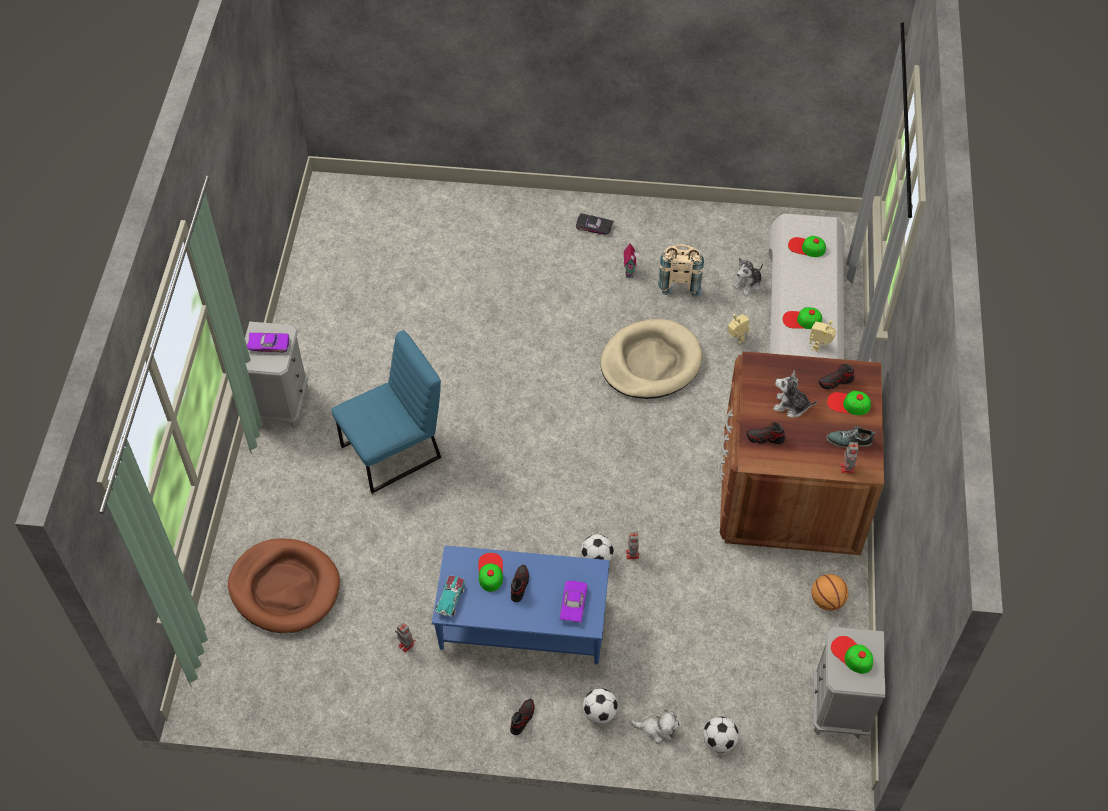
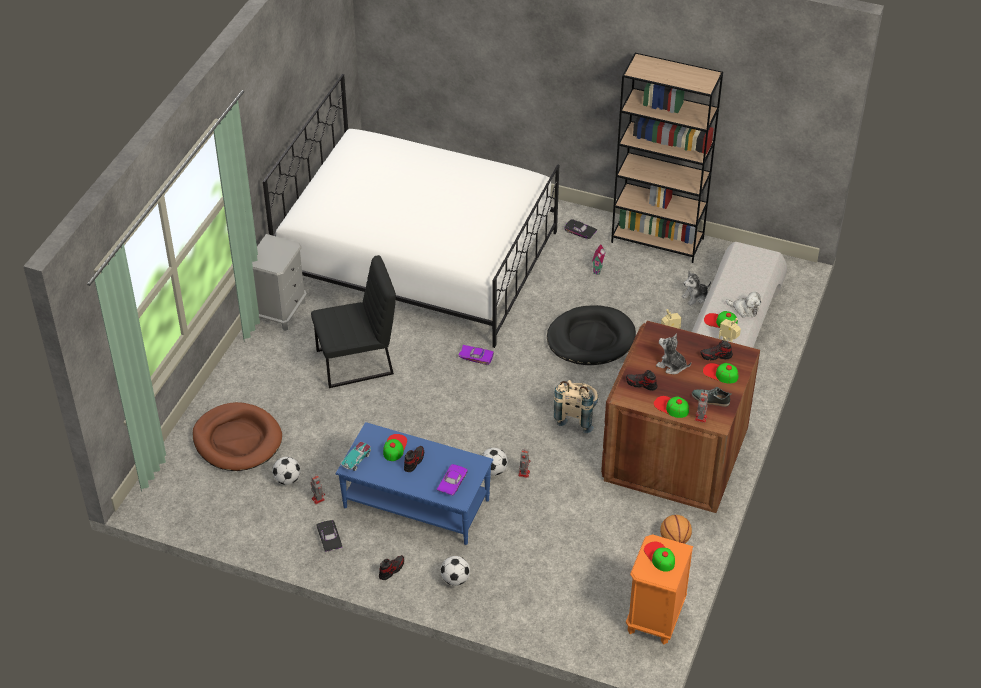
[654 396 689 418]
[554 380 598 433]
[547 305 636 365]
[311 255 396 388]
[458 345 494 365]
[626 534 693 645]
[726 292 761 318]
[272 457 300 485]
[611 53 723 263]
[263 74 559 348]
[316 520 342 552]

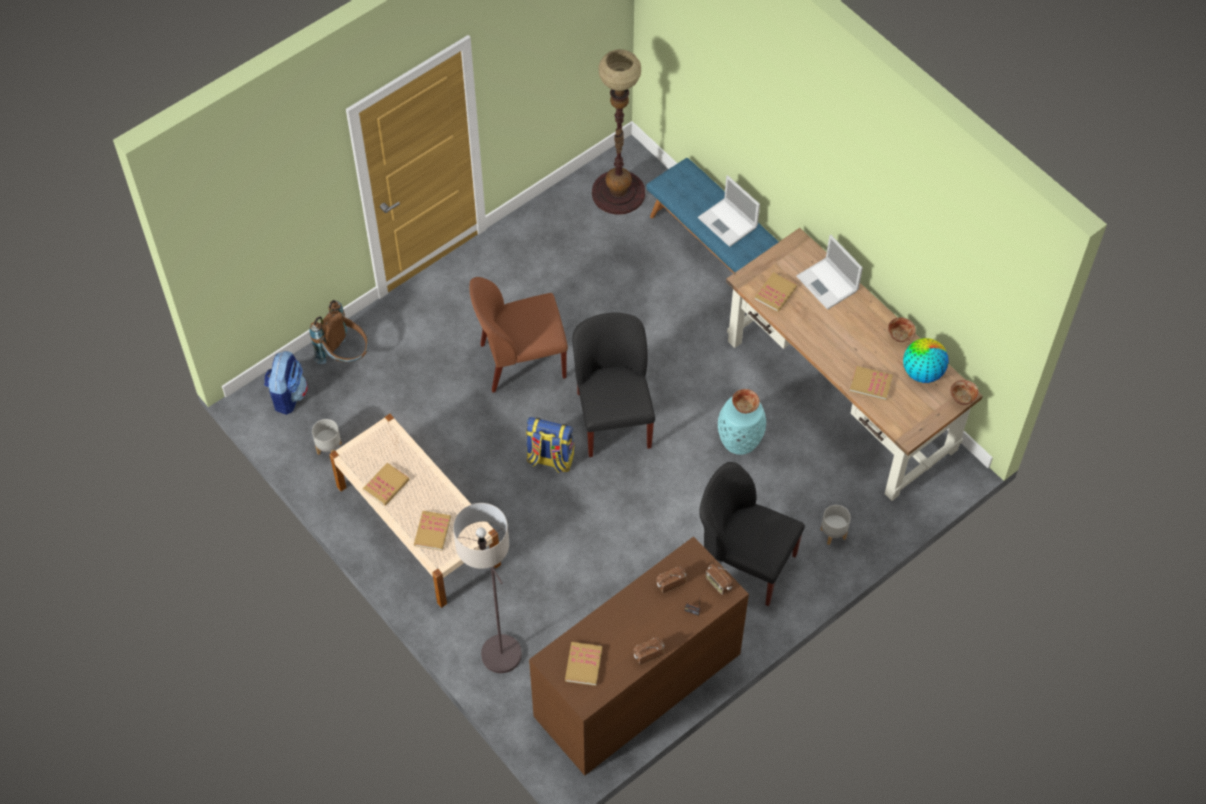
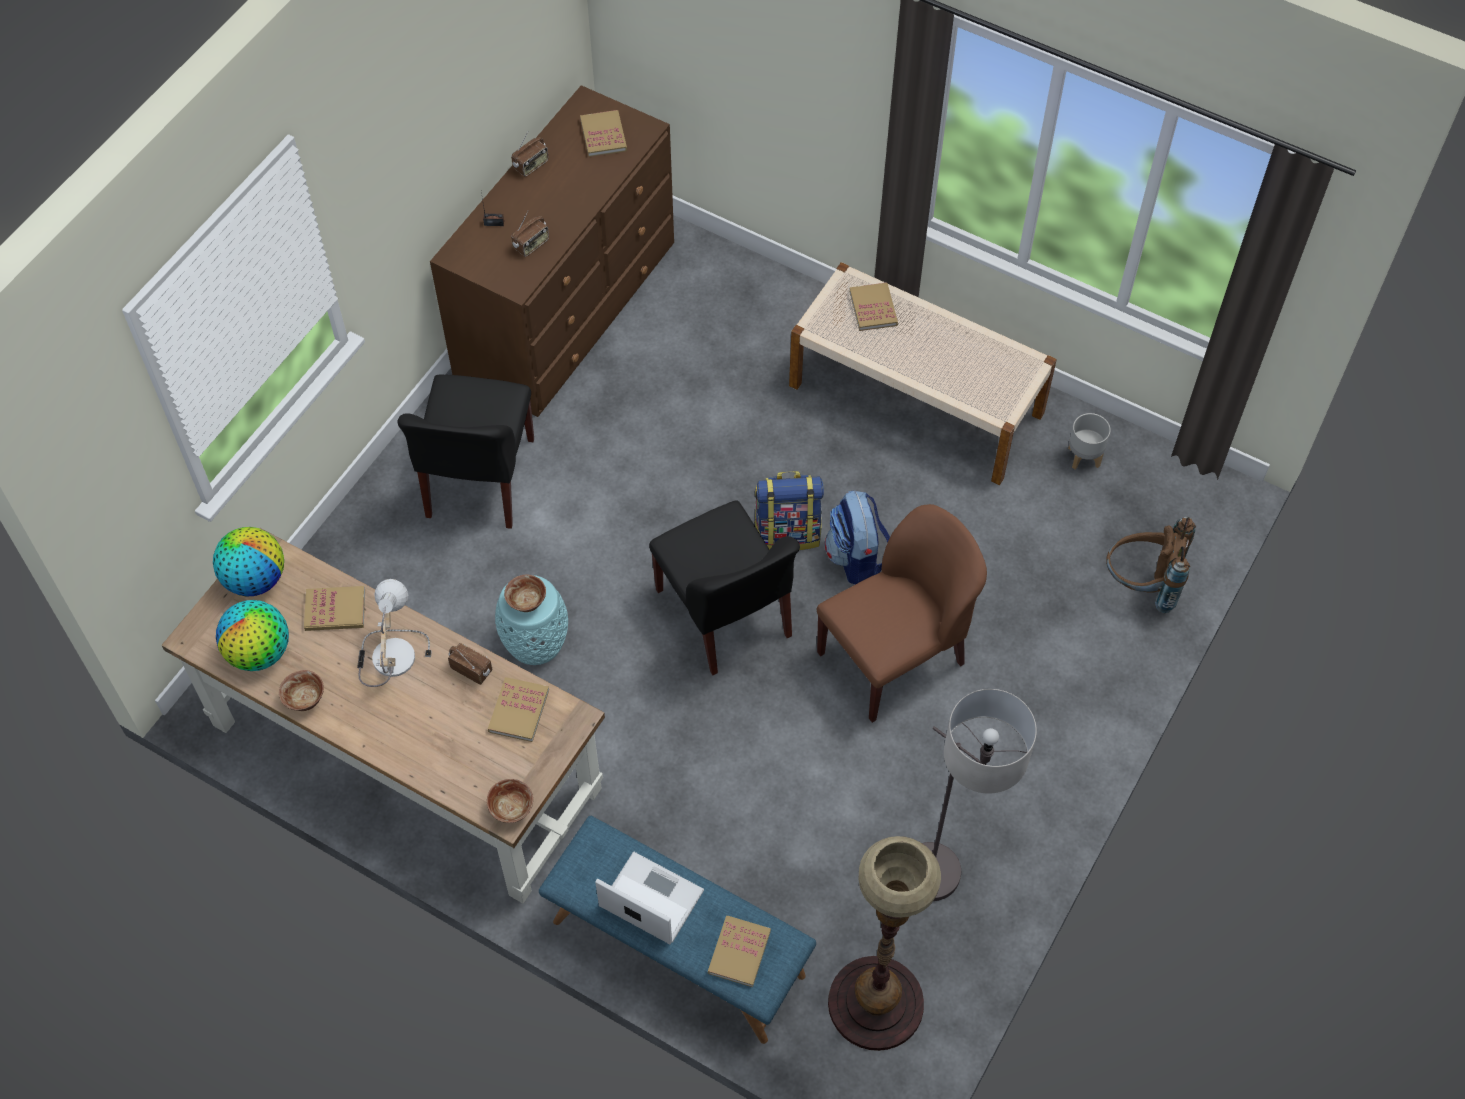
[796 235 863 310] (first image)
[825 490 890 585]
[487 779 533 823]
[398 374 534 529]
[708 915 771 987]
[922 689 1037 901]
[821 505 851 545] (first image)
[448 643 492 685]
[213 527 284 597]
[357 579 432 687]

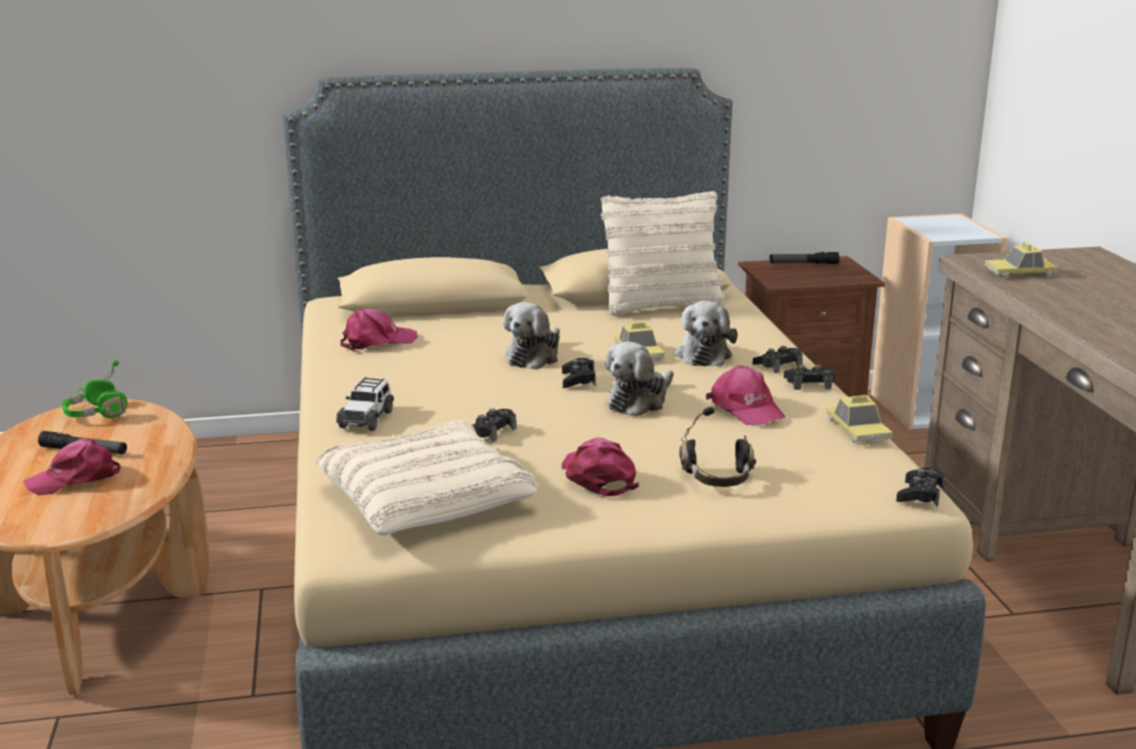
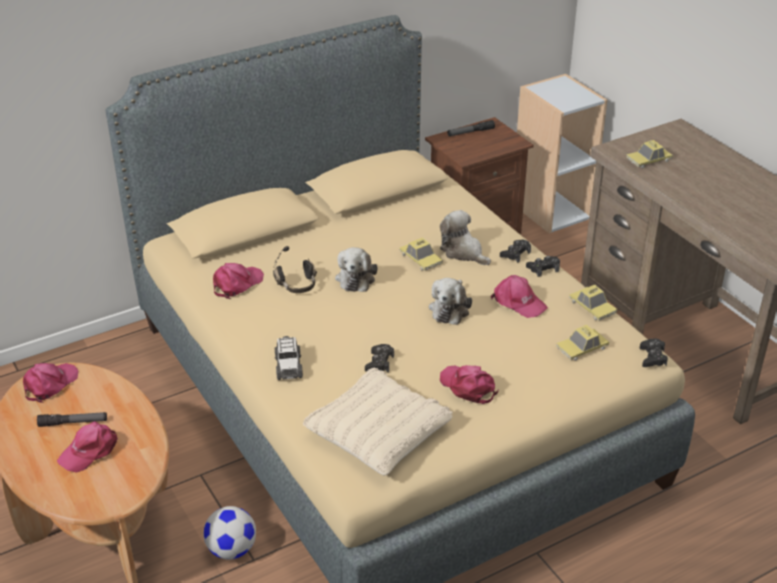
[600 191 725 316] (first image)
[440 210 491 265]
[562 358 596 388] (first image)
[23 363 79 403]
[273 246 317 293]
[556 325 609 361]
[204 506 256 560]

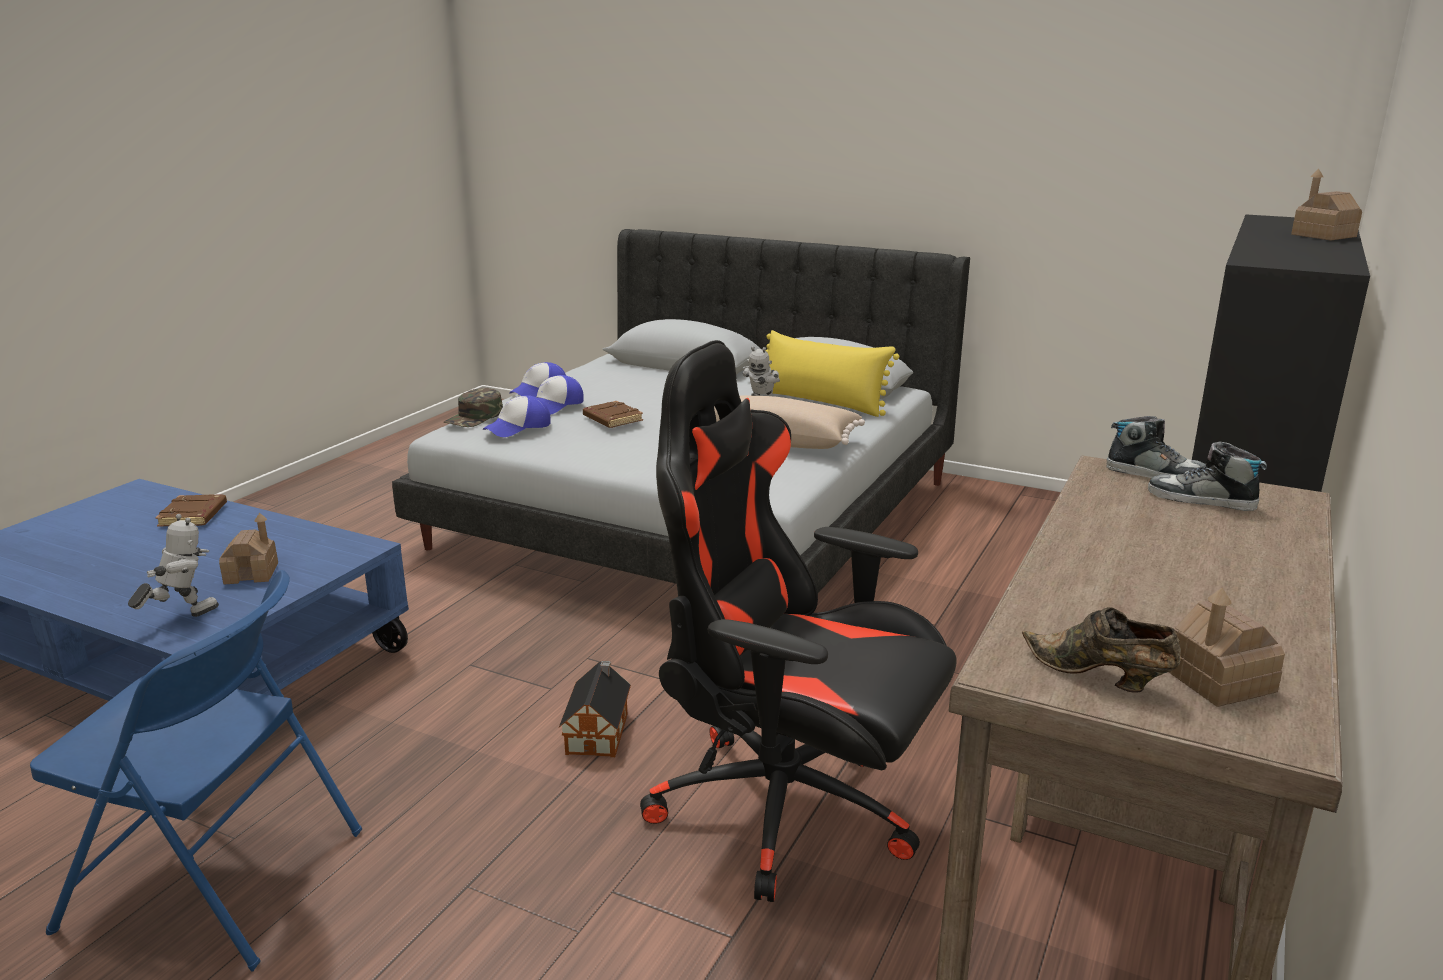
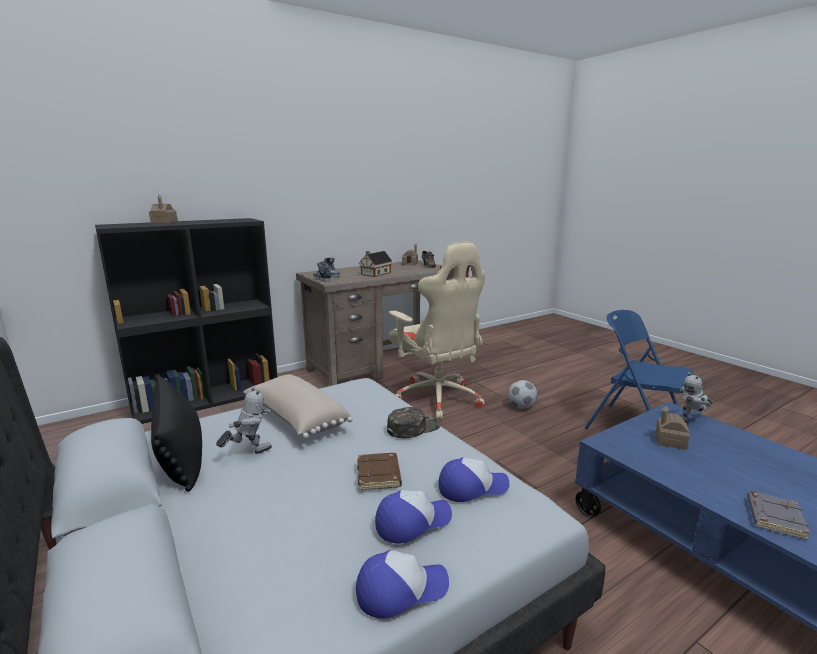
[151 376 202 492]
[389 241 485 420]
[387 407 441 438]
[747 491 810 540]
[359 251 392 277]
[508 380 537 409]

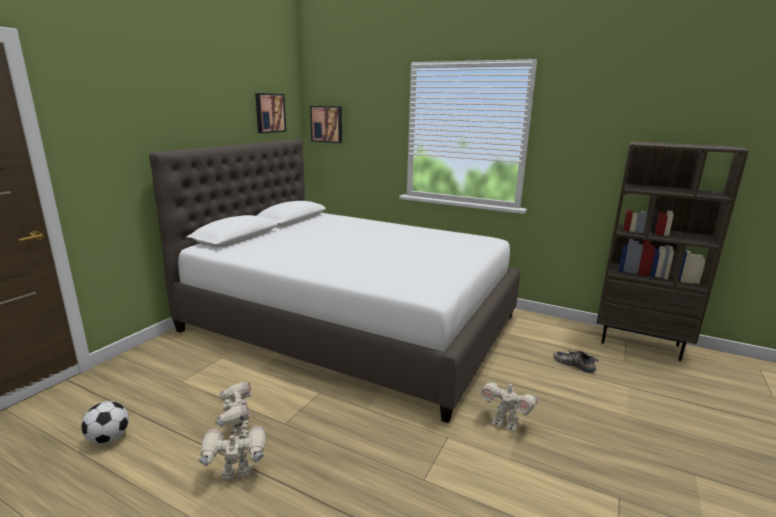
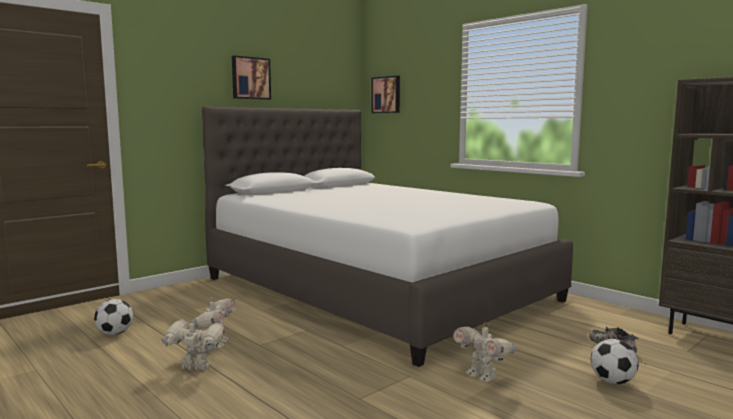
[232 56 271 100]
[591 339 639 384]

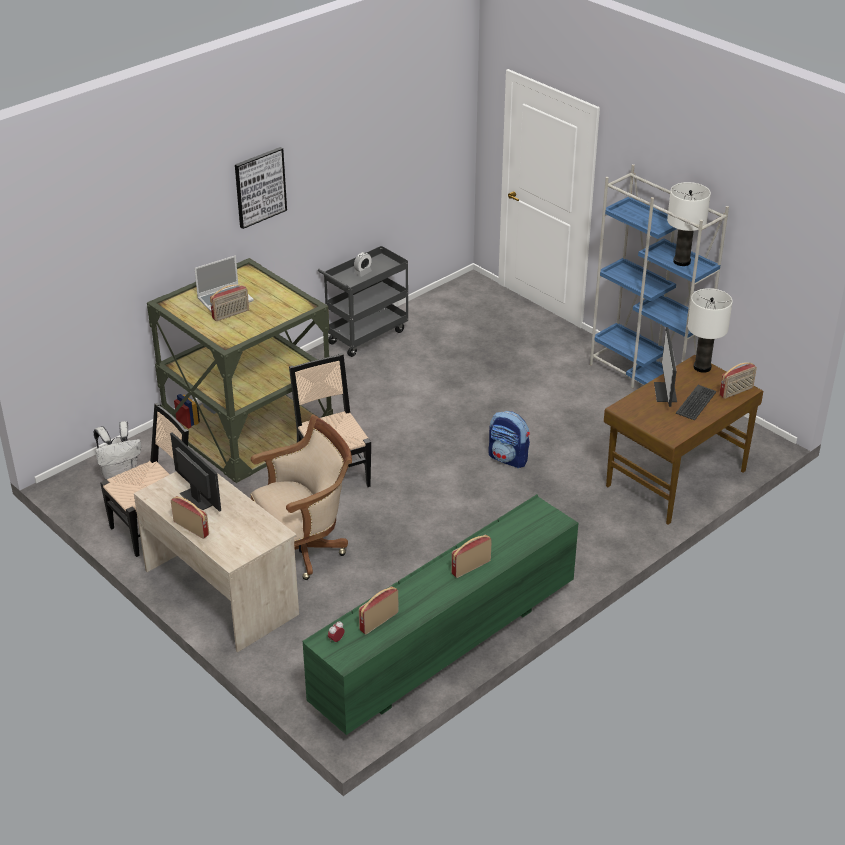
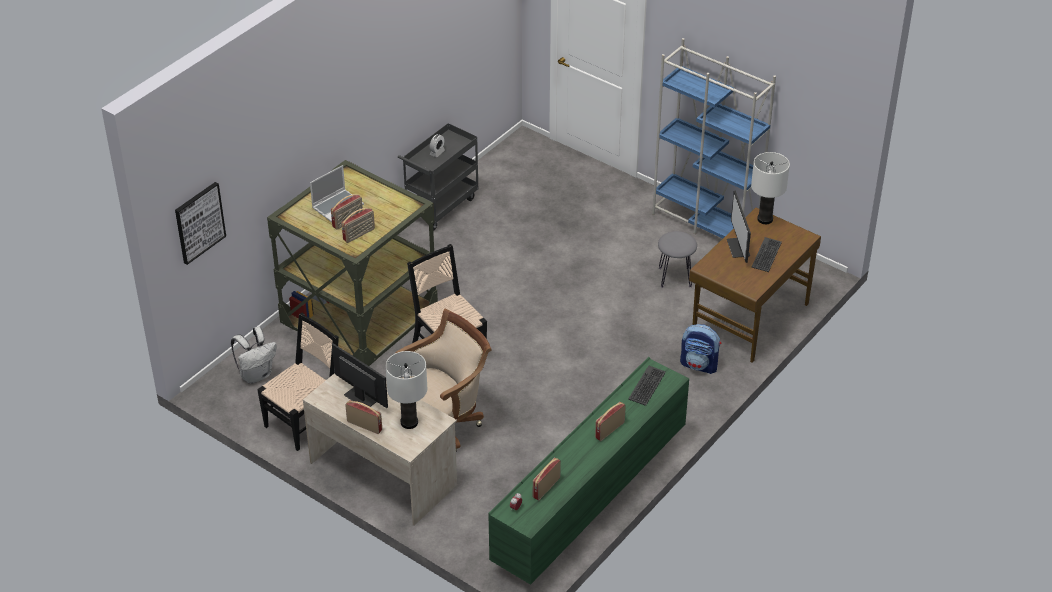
[175 182 226 265]
[386 351 427 429]
[342 208 375 243]
[680 324 721 374]
[658 231 697 288]
[628 365 666 406]

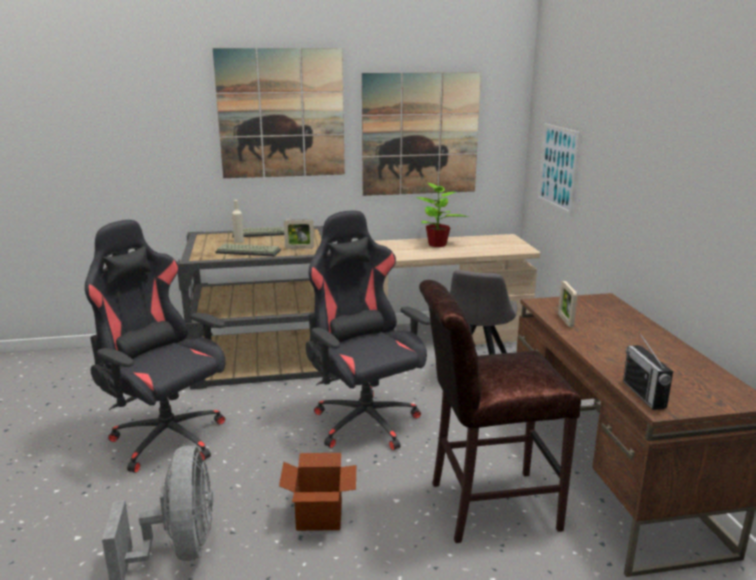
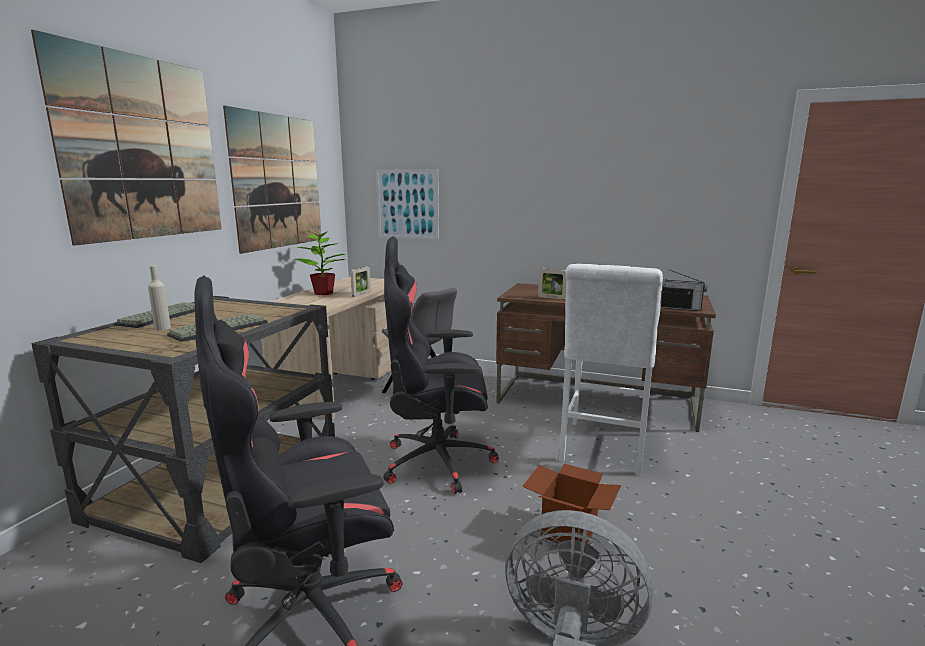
[351 267 371 297]
[559 264 663 476]

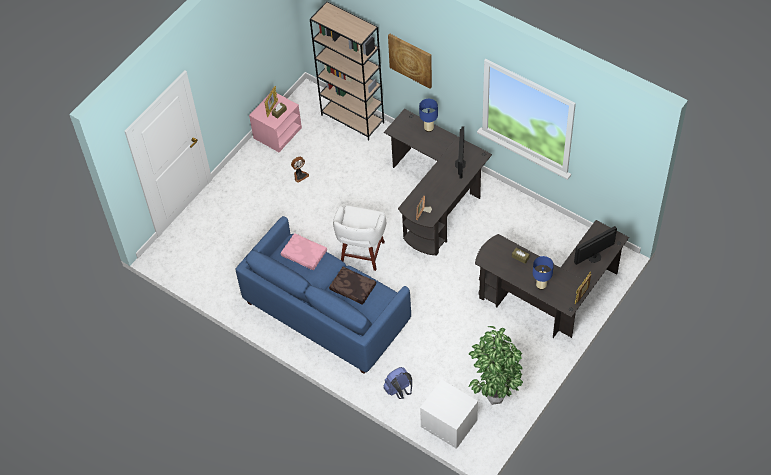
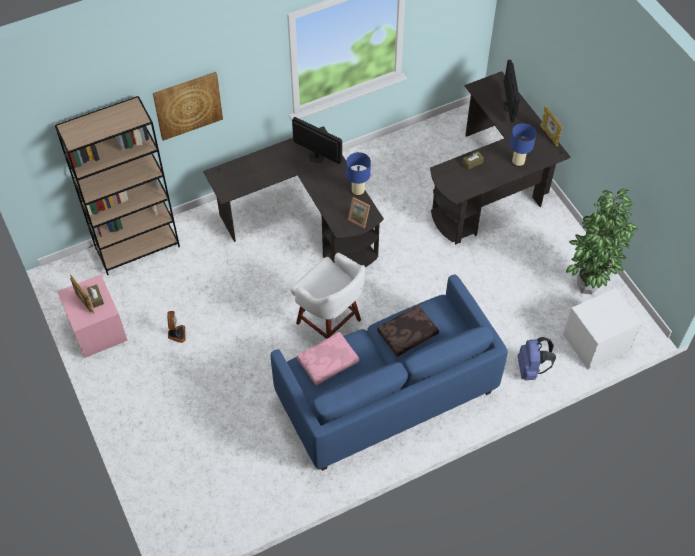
[346 152 371 196]

